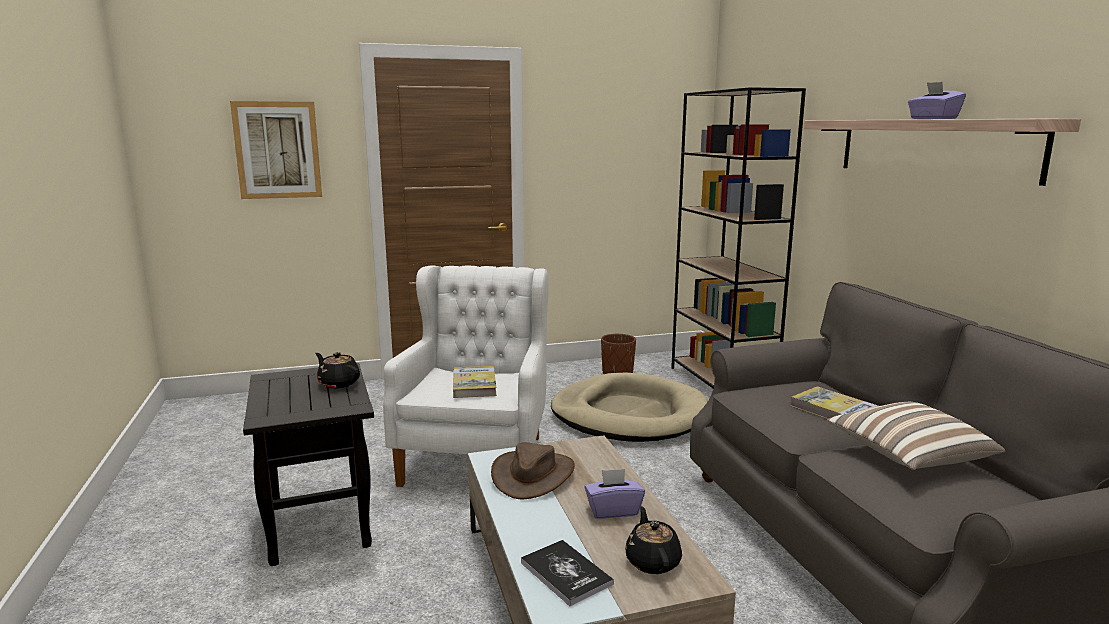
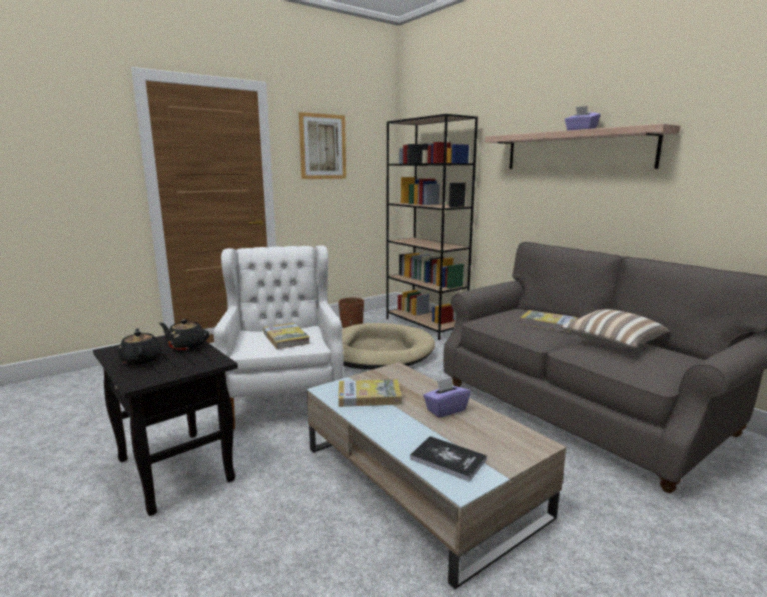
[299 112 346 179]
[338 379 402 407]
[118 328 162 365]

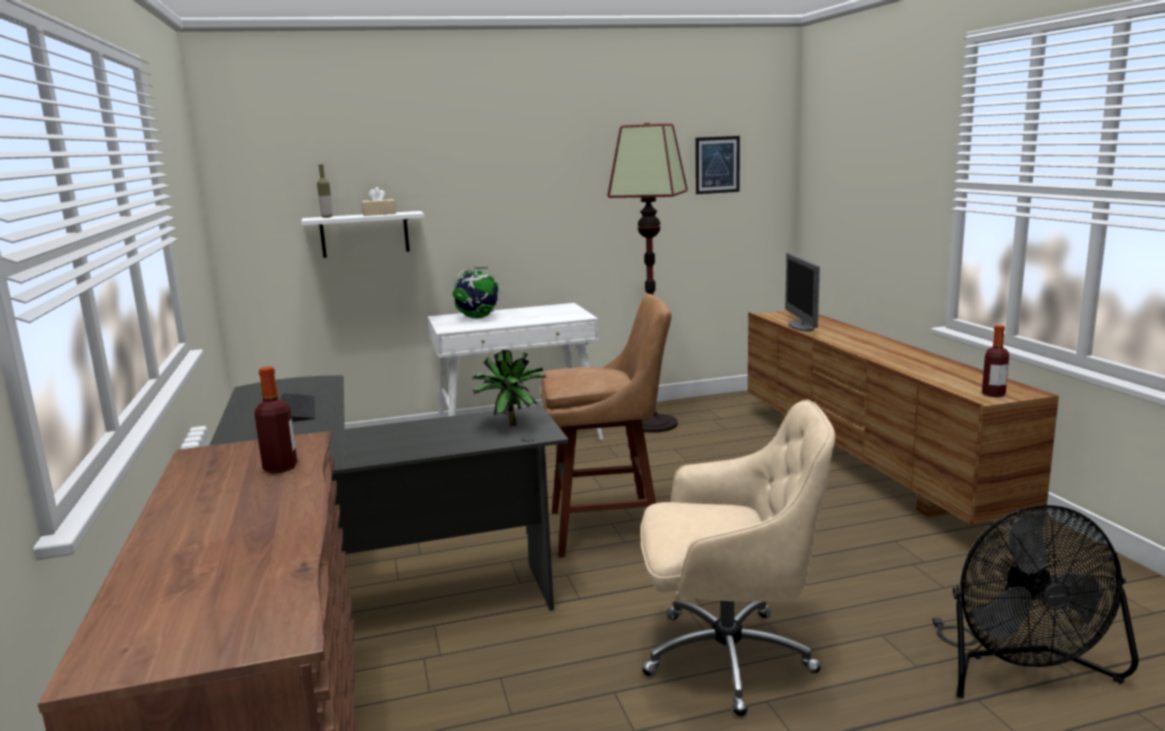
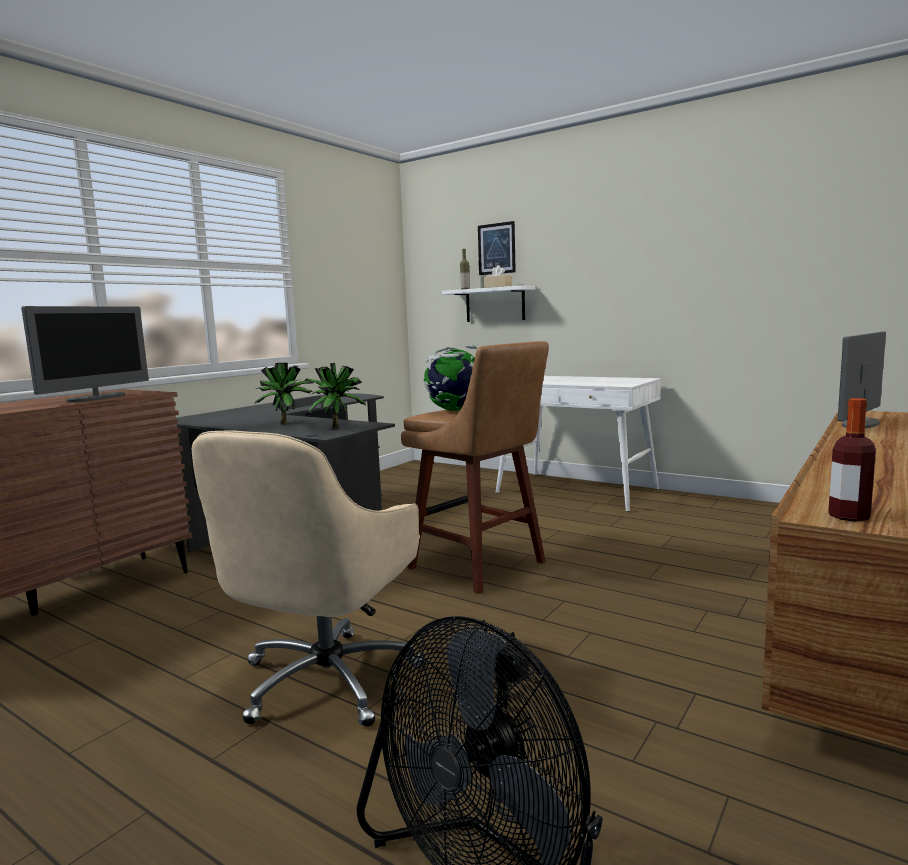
[607 123 688 433] (first image)
[478 221 516 275]
[424 346 477 411]
[21 306 149 403]
[192 430 423 727]
[255 363 313 424]

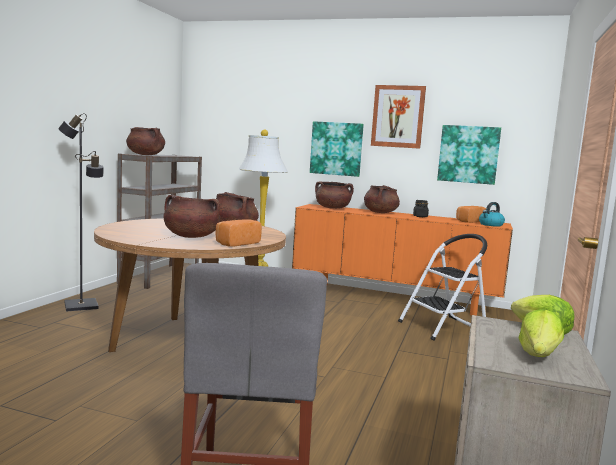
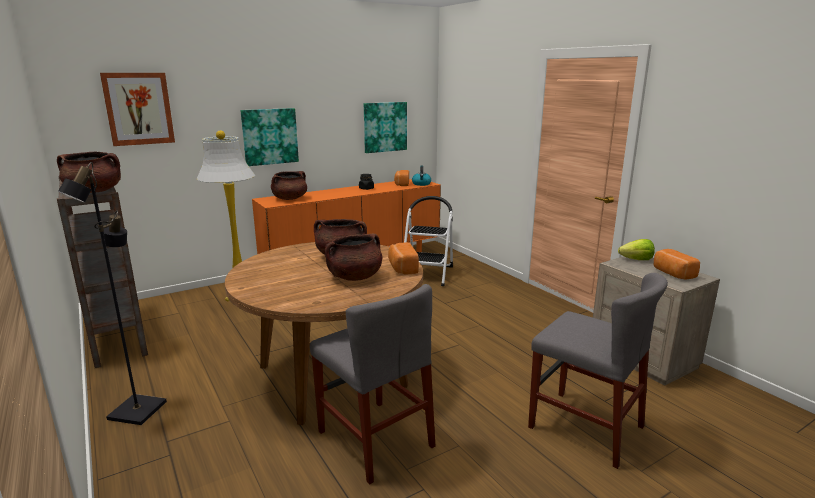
[100 73 175 146]
[364 185 400 213] (first image)
[654 249 700 280]
[310 284 435 485]

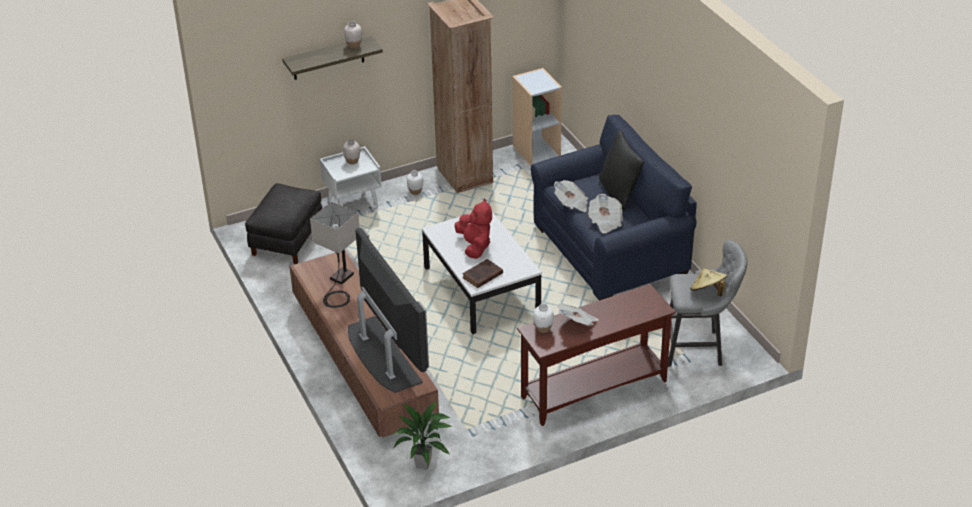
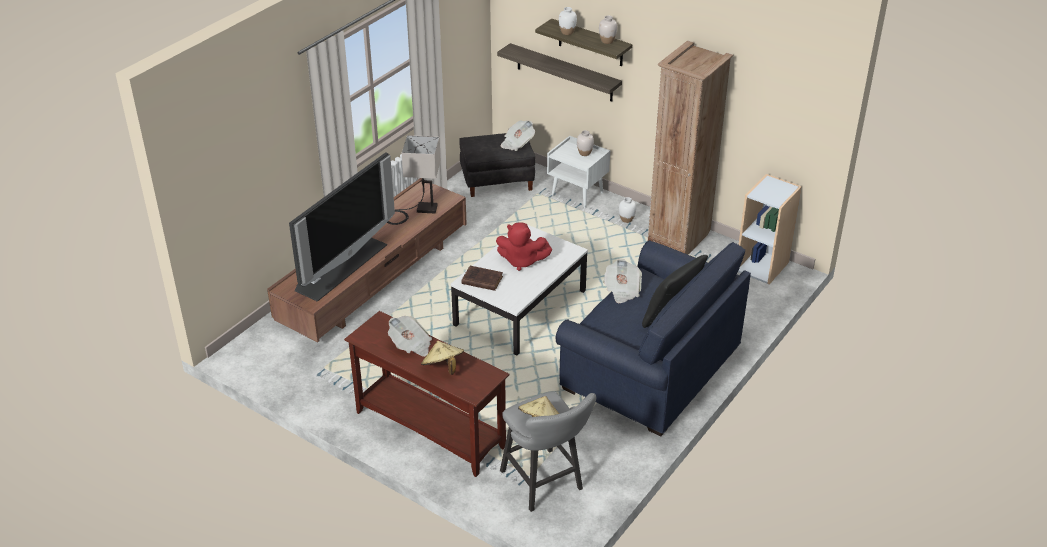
[500 120 535 151]
[496 222 552 271]
[559 7 577 35]
[394 401 452 470] (first image)
[497 43 622 102]
[421 341 464 375]

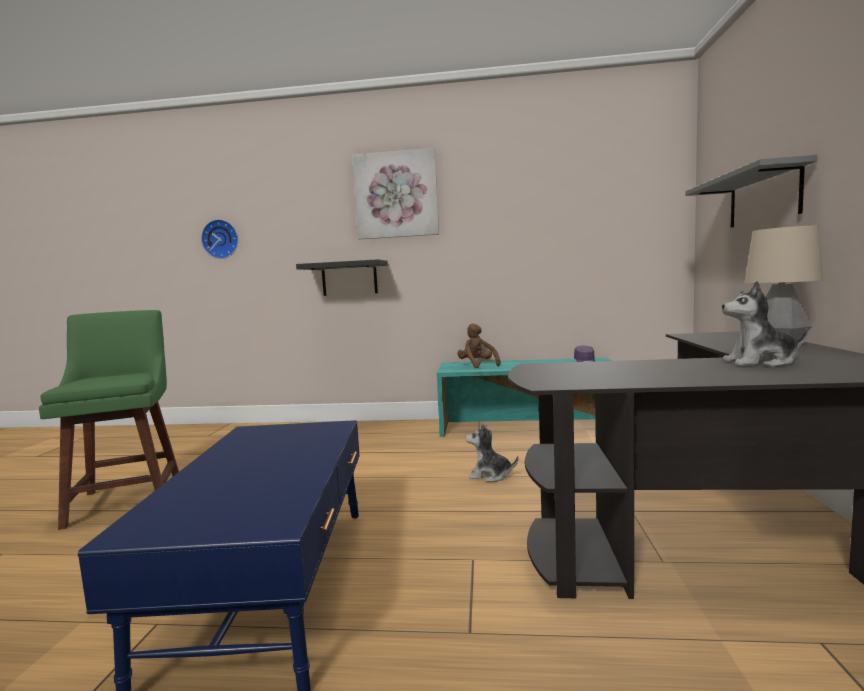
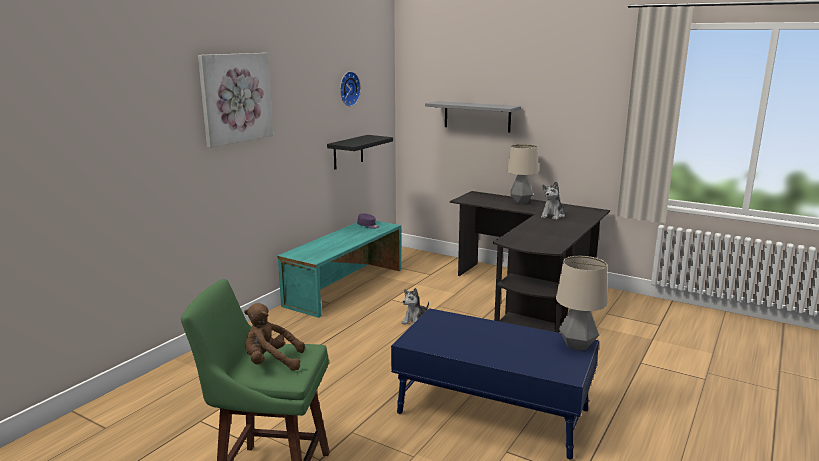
[340 71 361 106]
[327 135 393 169]
[244 303 305 371]
[556 256 608 350]

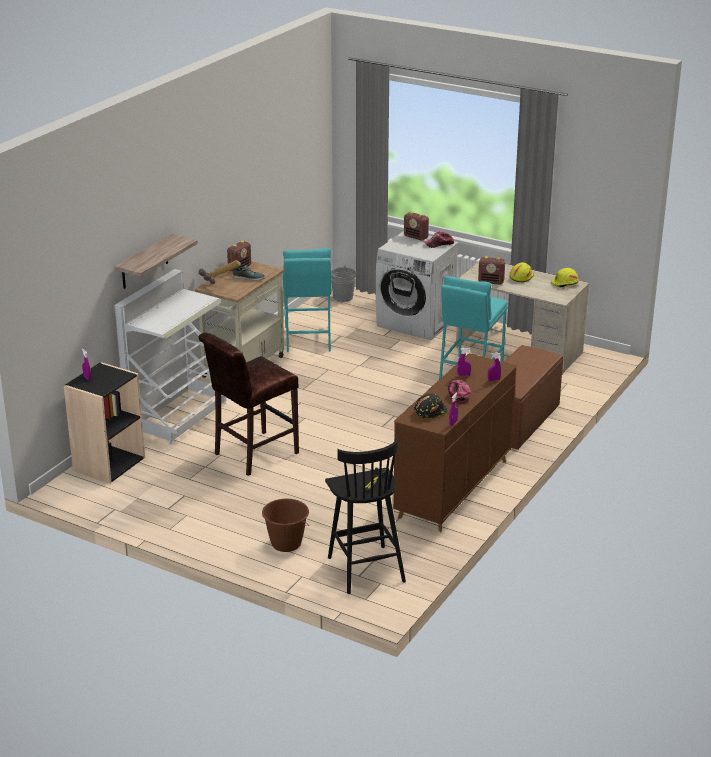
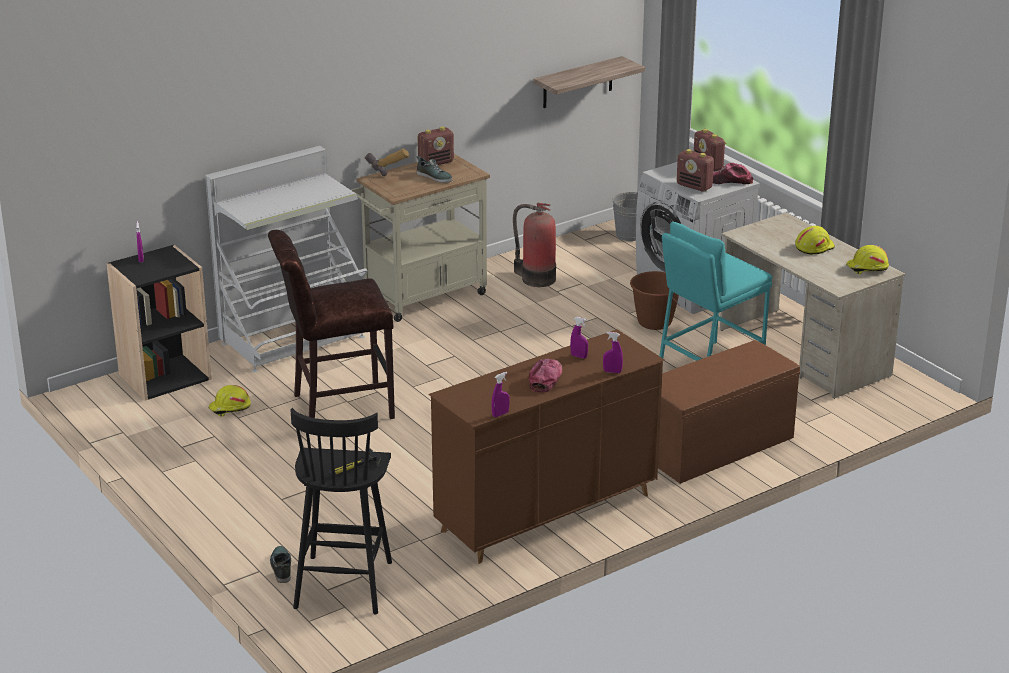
[533 56 645 108]
[513 203 556 287]
[677 149 714 191]
[414 394 448 419] (first image)
[630 271 680 330]
[209 385 251 417]
[270 546 291 583]

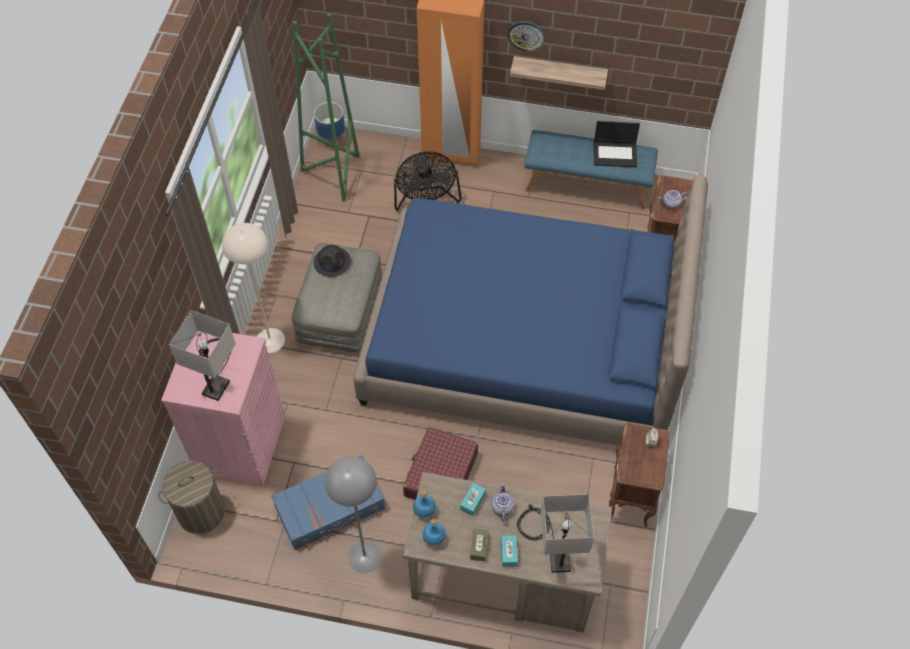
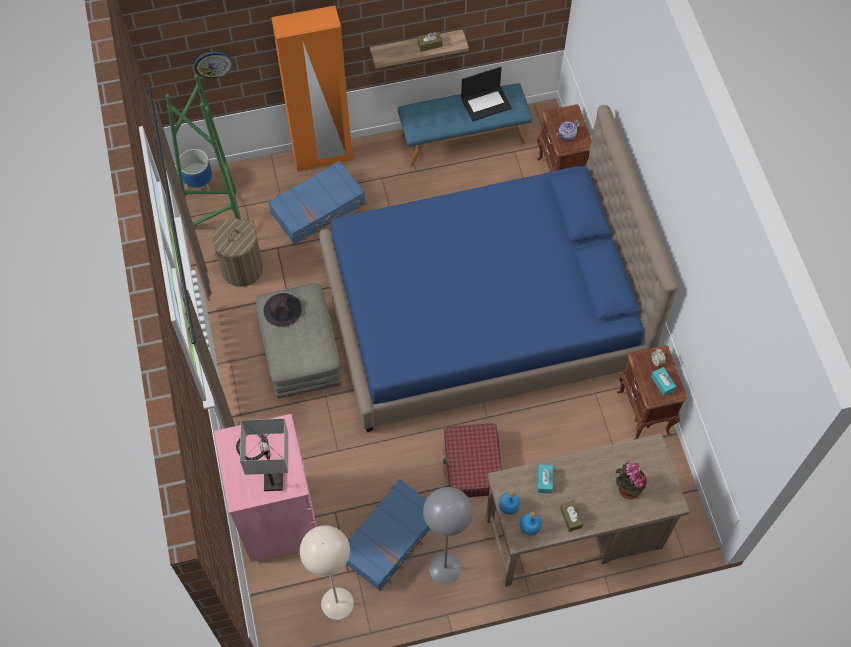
[194 51 232 79]
[268 161 366 245]
[300 525 354 620]
[212 219 263 287]
[491 483 514 522] (first image)
[616 462 647 500]
[651 367 677 396]
[417 32 442 52]

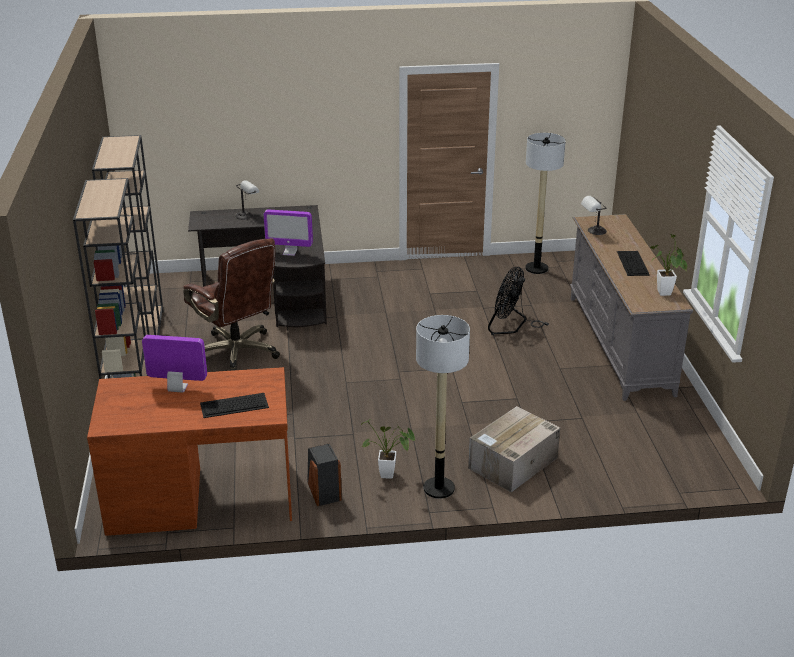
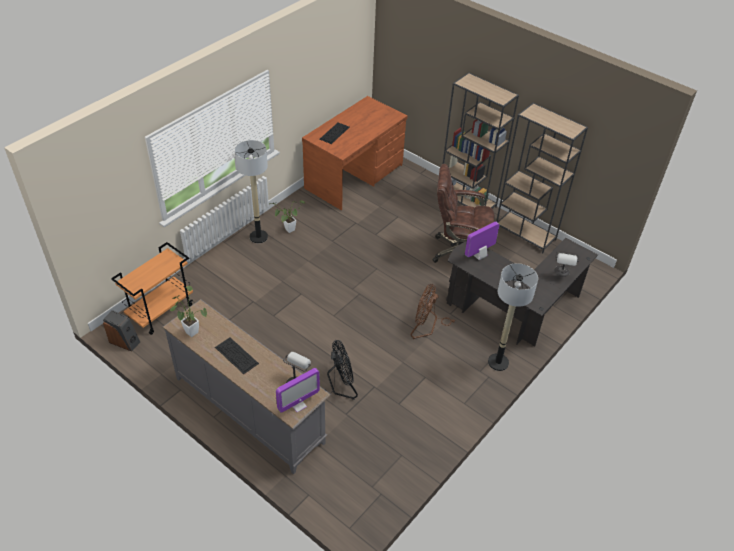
[488 263 538 371]
[276 368 320 412]
[468 406 560 492] (first image)
[103 310 140 351]
[111 242 193 335]
[411 284 455 339]

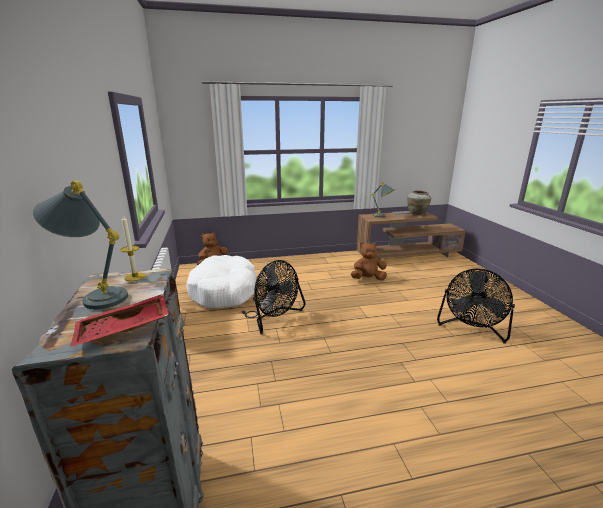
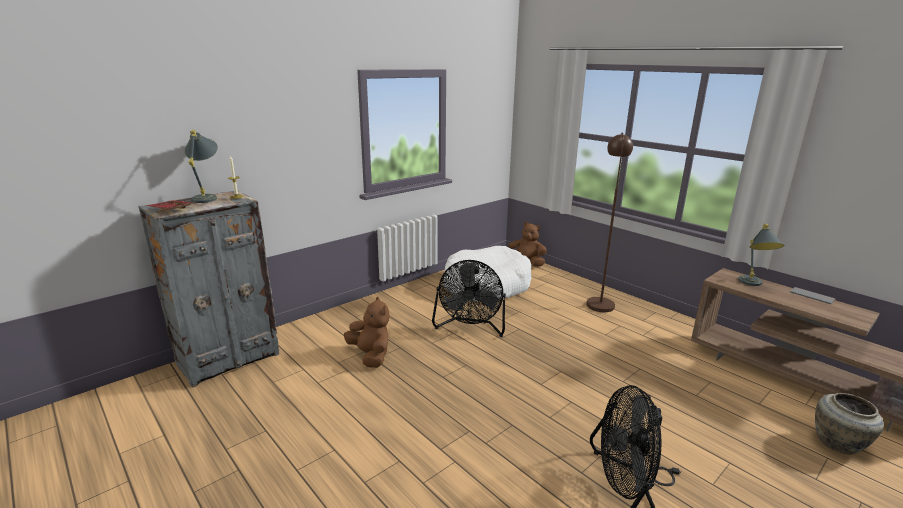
[815 393 884 455]
[344 297 390 368]
[586 132 633 312]

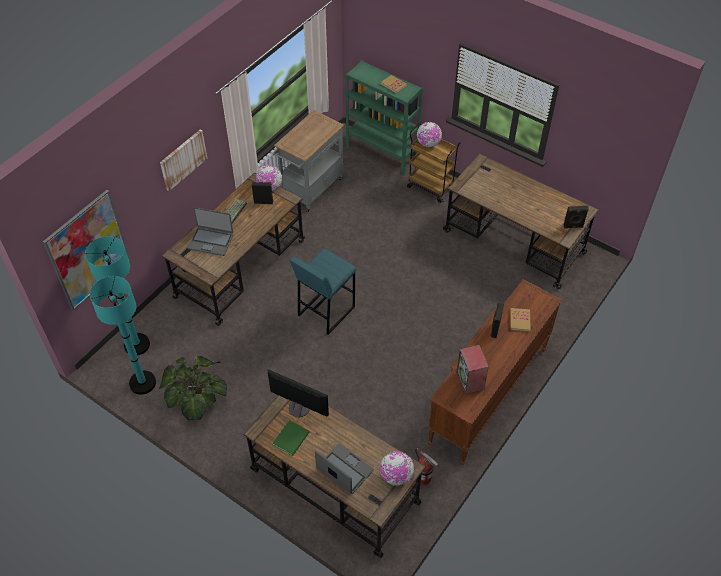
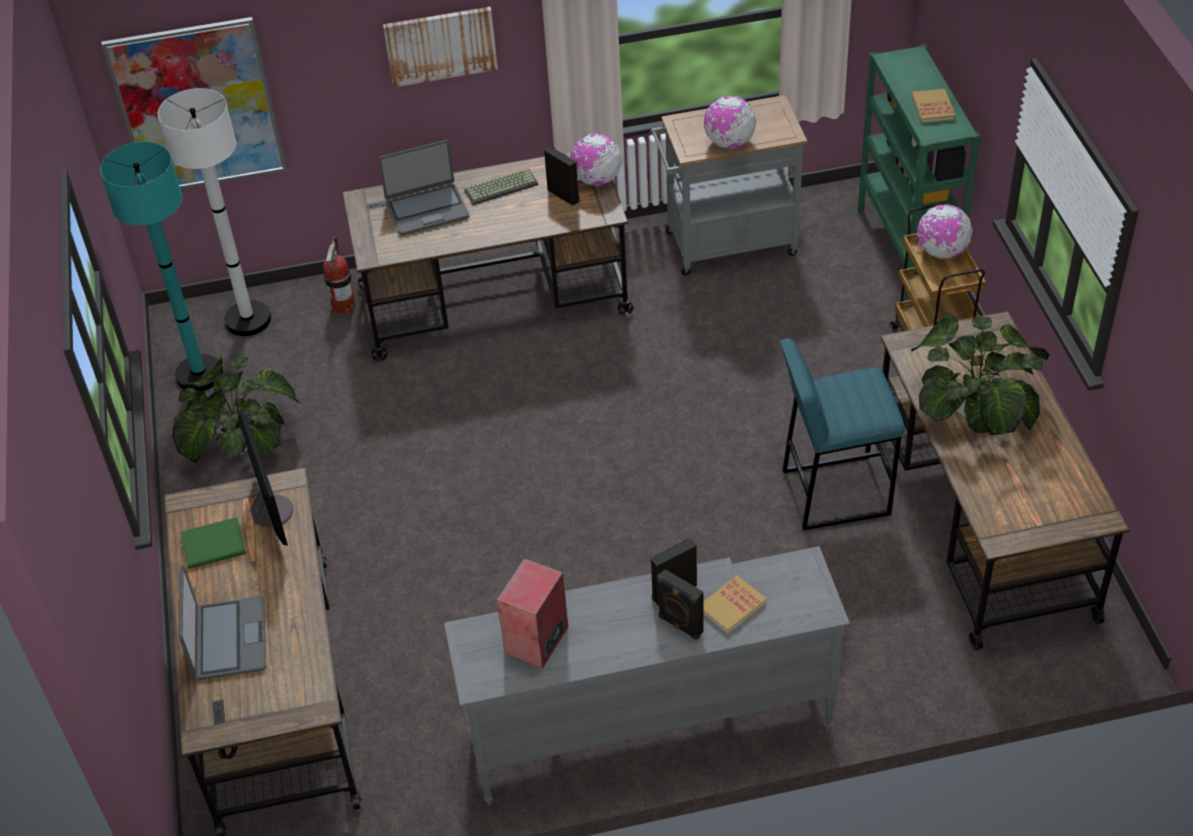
[657 569 704 640]
[378 140 469 236]
[158 88 271 336]
[780 338 905 530]
[444 546 850 806]
[323 237 356 314]
[704 96 756 149]
[911 314 1049 435]

